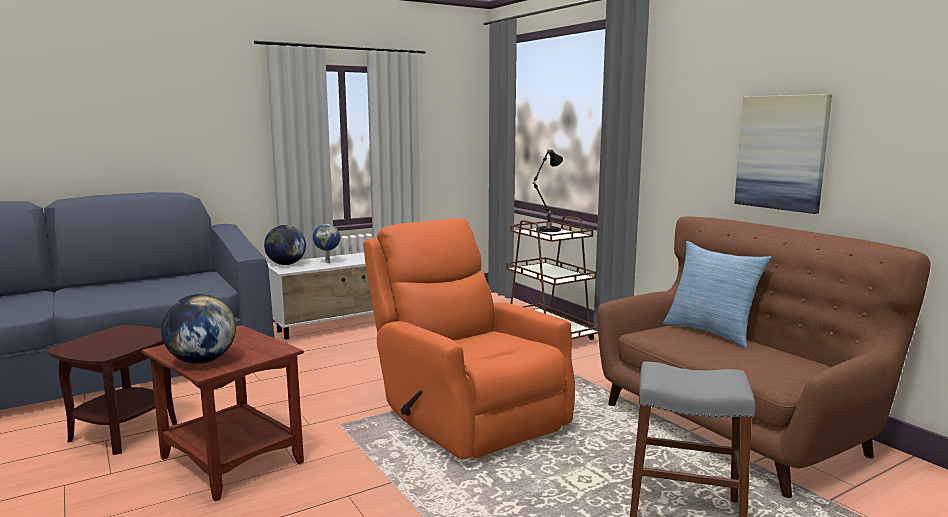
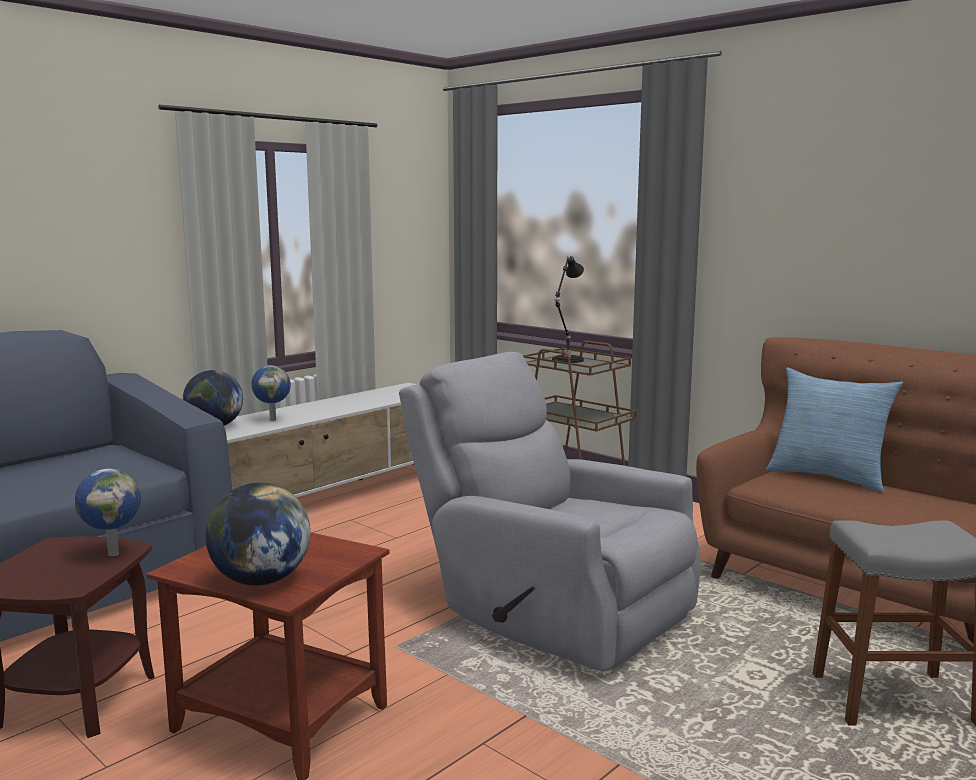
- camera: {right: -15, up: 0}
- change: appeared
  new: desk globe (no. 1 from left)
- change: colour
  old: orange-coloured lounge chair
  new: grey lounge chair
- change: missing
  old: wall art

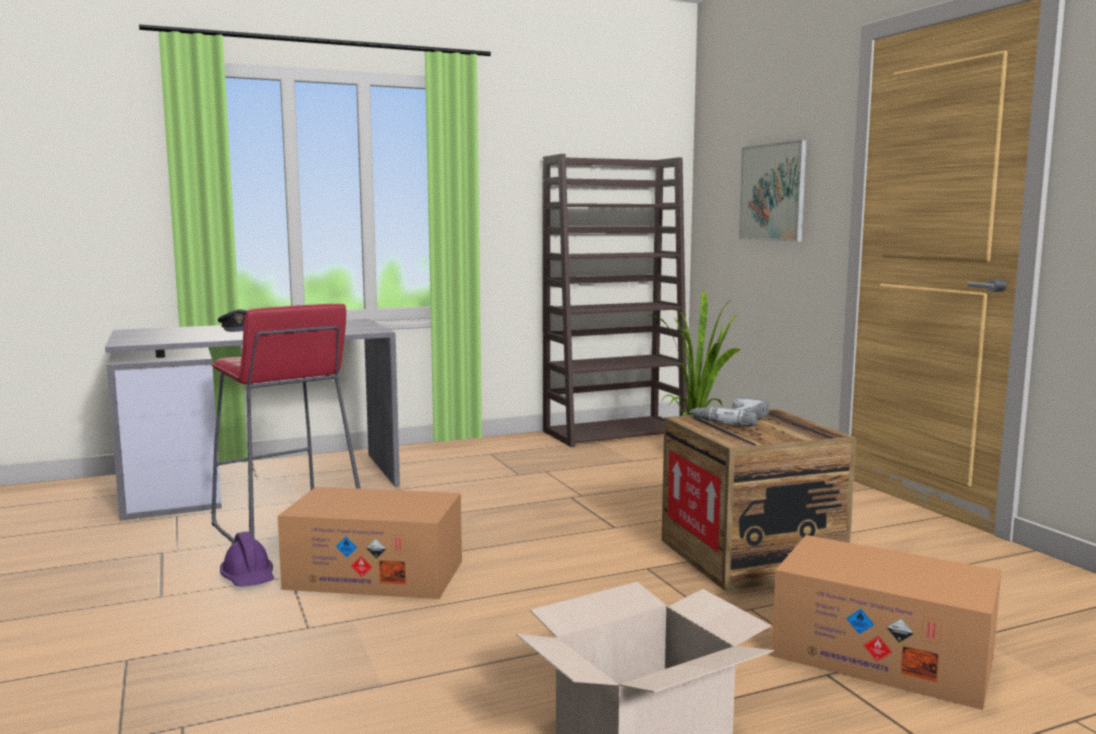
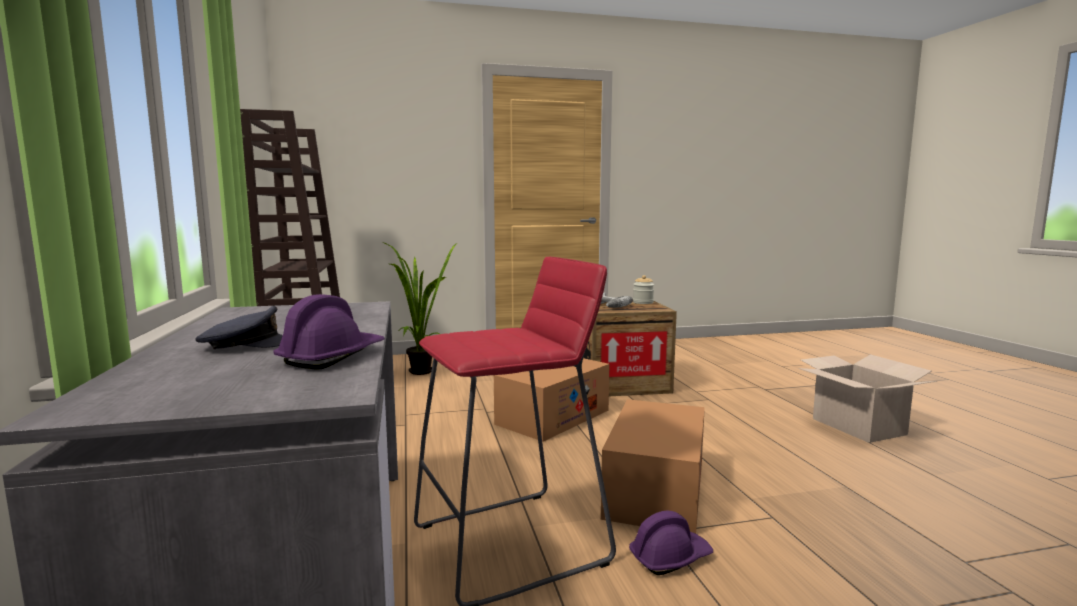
- camera: {right: -80, up: 0}
- change: appeared
  new: purple-coloured hard hat (no. 1 from left)
- change: relocated
  old: cardboard box (no. 3 from left in the first image)
  new: cardboard box (no. 1 from left)
- change: appeared
  new: jar
- change: missing
  old: wall art

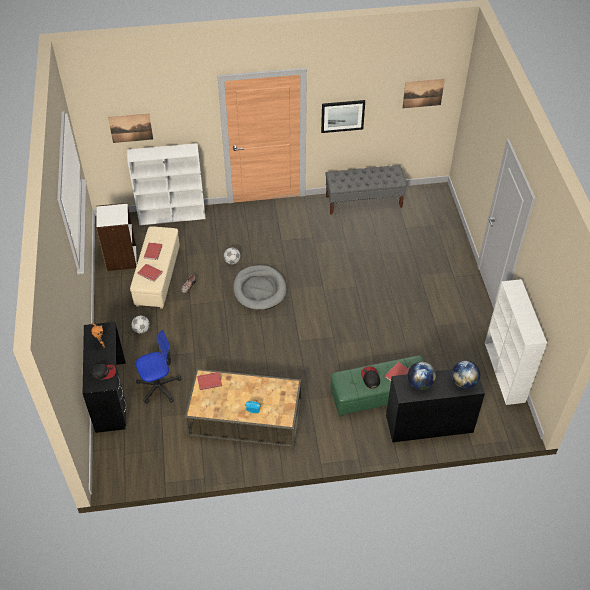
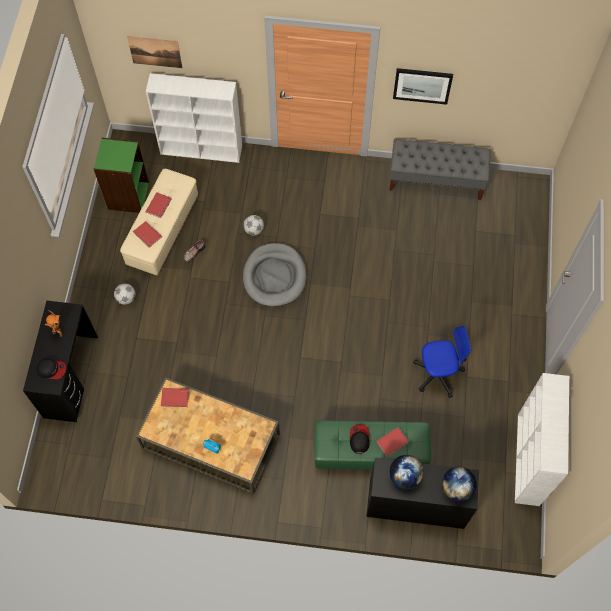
- camera: {right: 15, up: 15}
- change: colour
  old: whitish bookshelf (no. 1 from left)
  new: greenish bookshelf
- change: relocated
  old: office chair
- change: missing
  old: wall art (no. 3 from left)

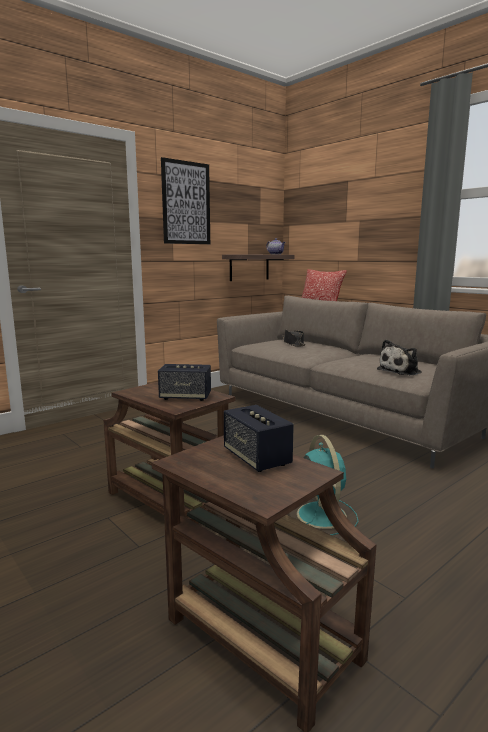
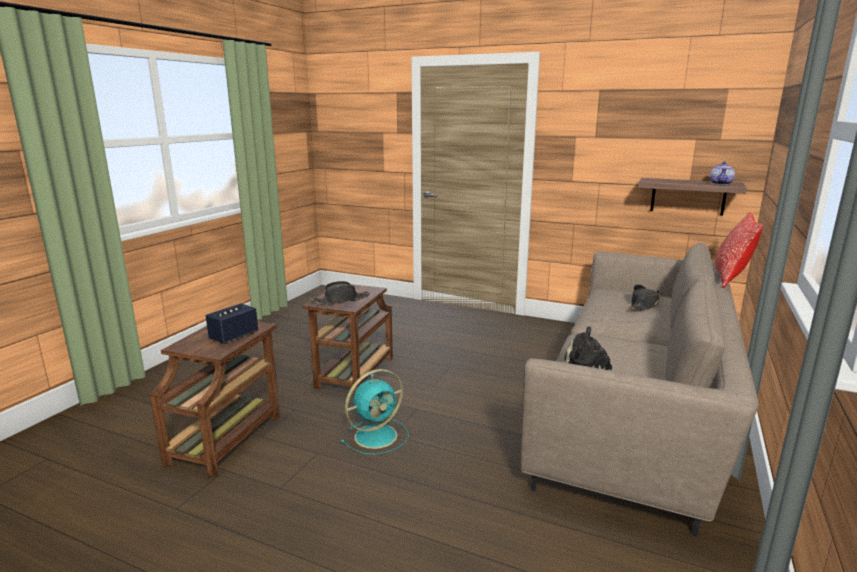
- camera: {right: 65, up: 5}
- change: exchanged
  old: audio speaker (no. 1 from left)
  new: black hat (no. 1 from left)
- change: missing
  old: wall art

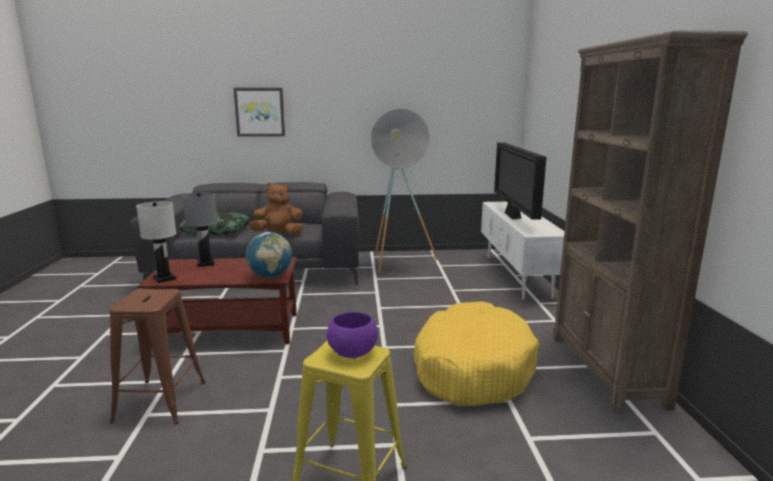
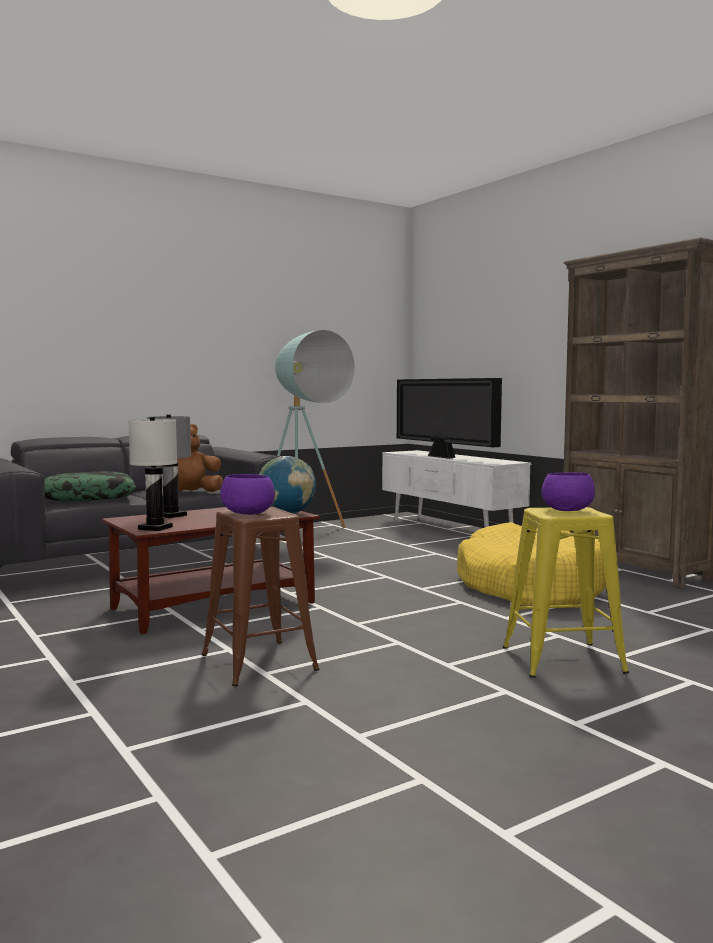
- camera: {right: -30, up: -10}
- change: appeared
  new: purple-coloured bowl (no. 1 from left)
- change: missing
  old: wall art

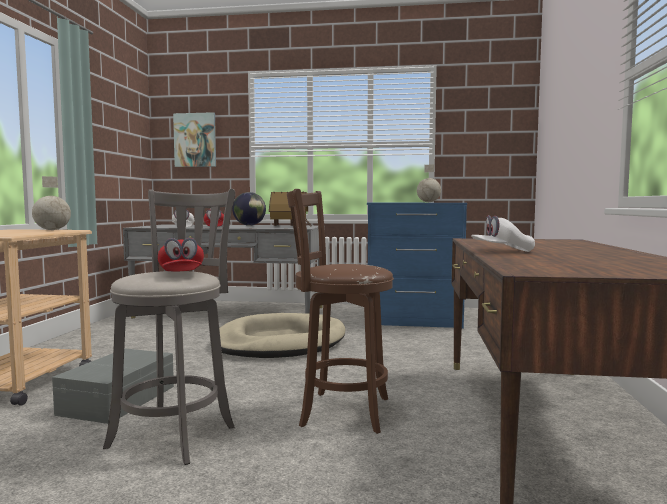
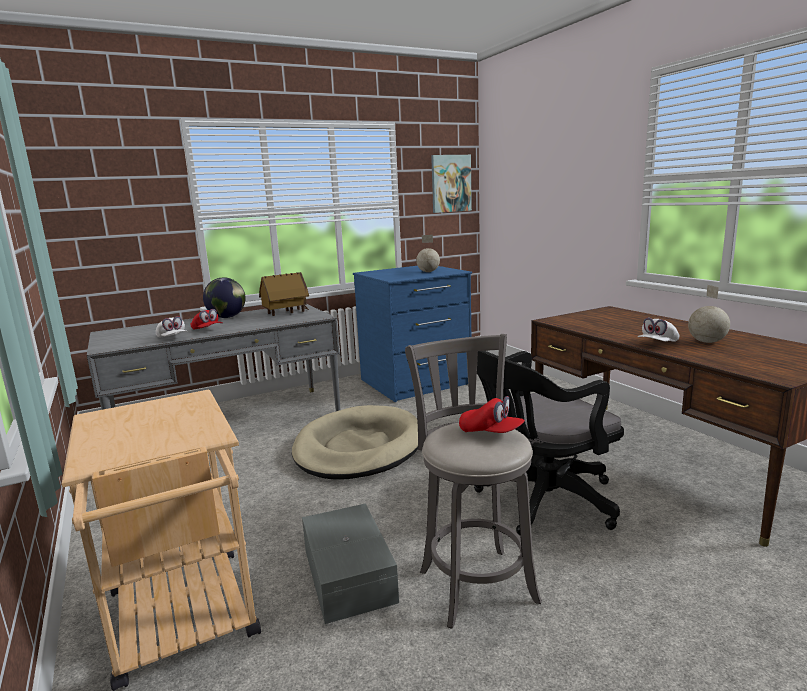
- camera: {right: -35, up: 10}
- change: relocated
  old: wall art
- change: exchanged
  old: brown stool seat
  new: black office chair
- change: relocated
  old: desk globe (no. 1 from left in the first image)
  new: desk globe (no. 3 from left)

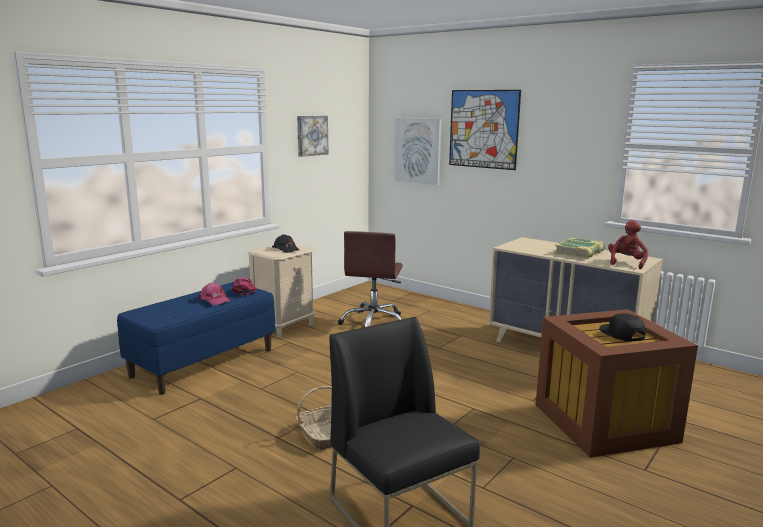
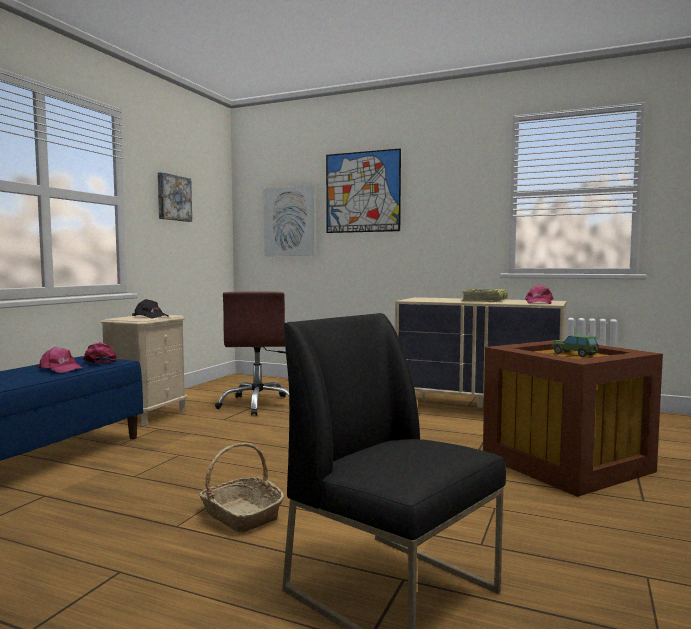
- camera: {right: -15, up: -10}
- change: exchanged
  old: red-coloured plush toy
  new: pink-coloured peaked cap (no. 3 from left)
- change: exchanged
  old: black peaked cap (no. 2 from left)
  new: miniature car

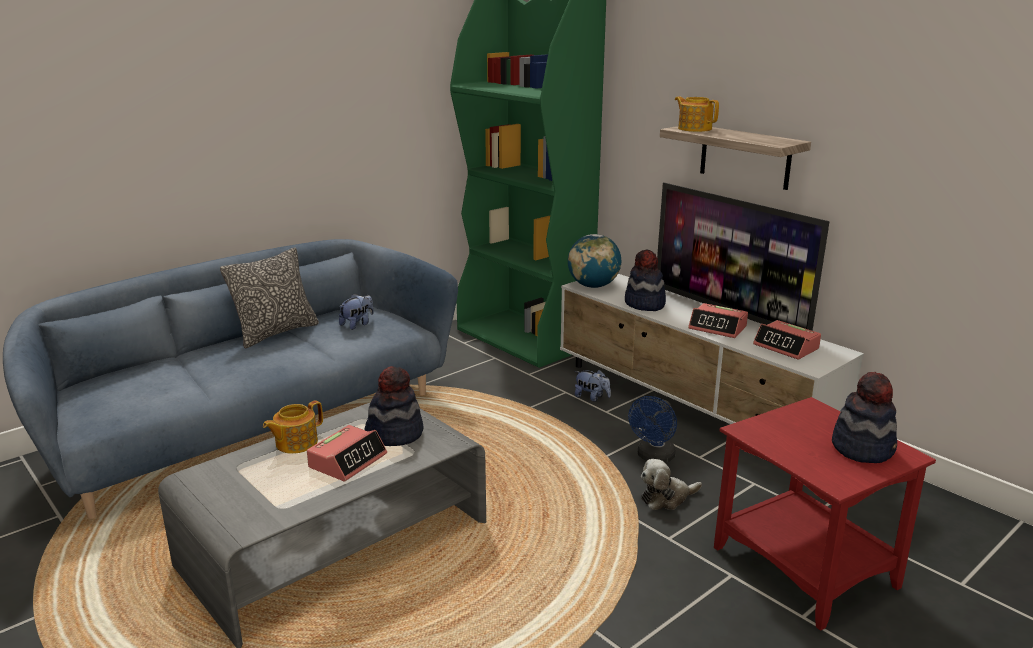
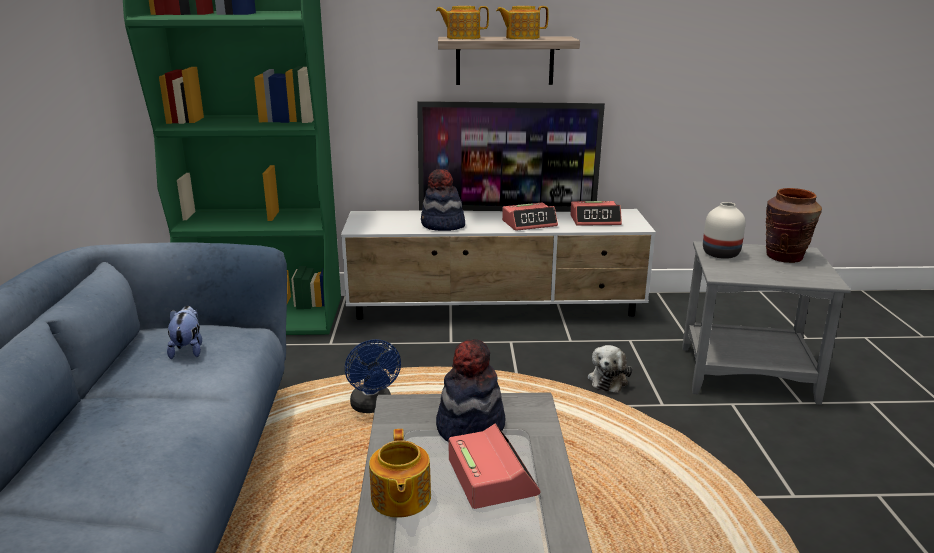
- camera: {right: -50, up: 0}
- change: relocated
  old: blue-coloured electric fan
- change: appeared
  new: pot for tea (no. 3 from left)
- change: colour
  old: red-coloured end table
  new: grey end table
- change: appeared
  new: whitish decorative vase
- change: exchanged
  old: hat (no. 3 from left)
  new: brown decorative vase
- change: missing
  old: cushion
- change: missing
  old: desk globe
- change: missing
  old: plush toy (no. 2 from left)

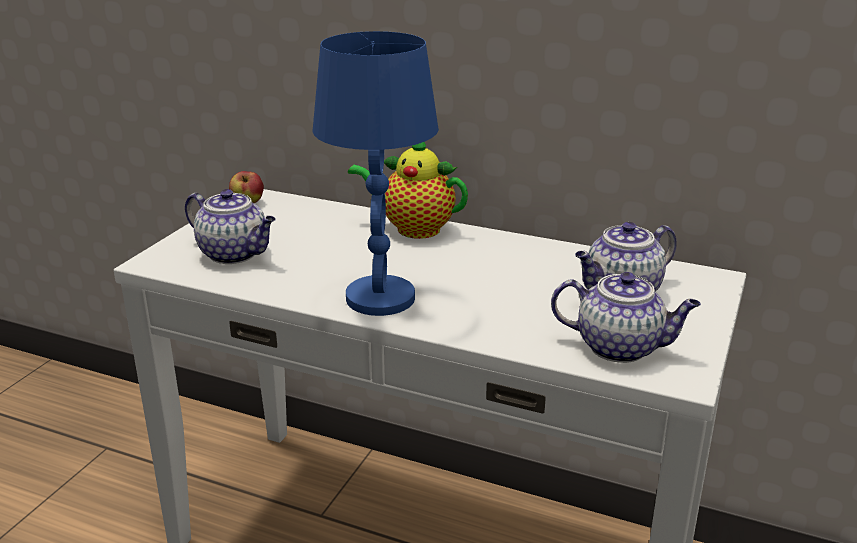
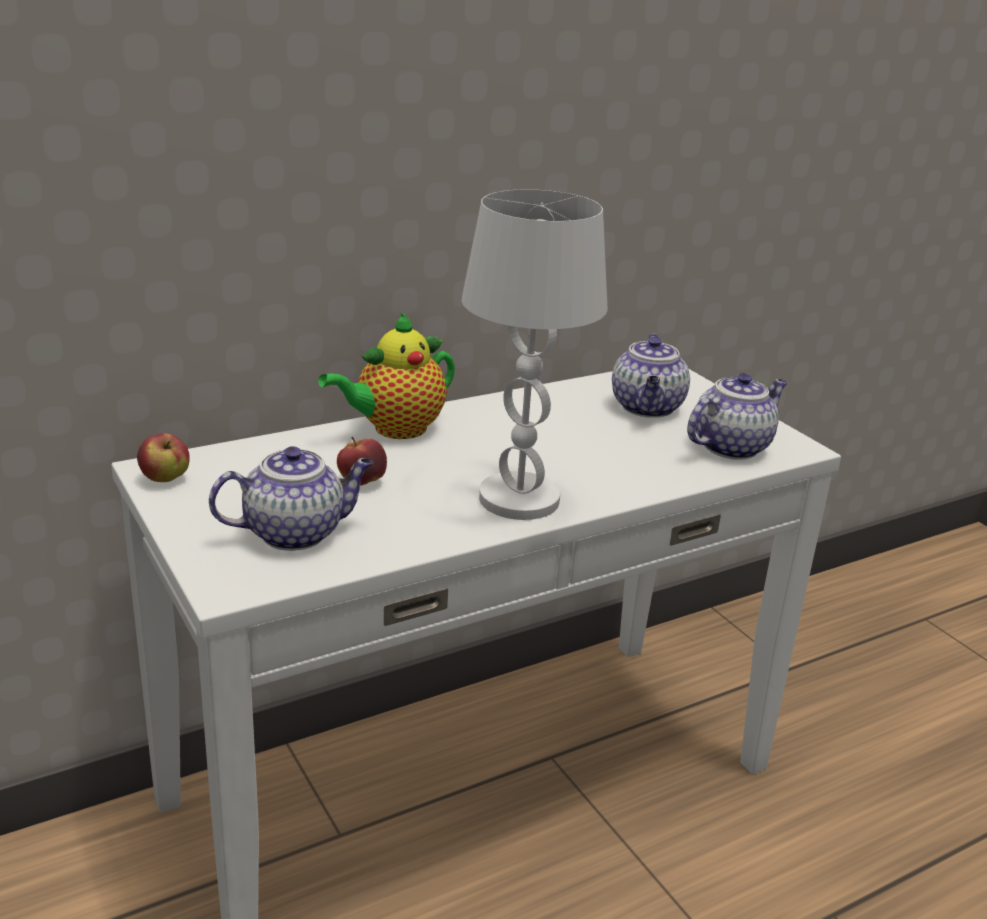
- camera: {right: -55, up: 0}
- change: appeared
  new: whole apple (no. 2 from left)
- change: colour
  old: blue-coloured tabletop lamp
  new: whitish tabletop lamp

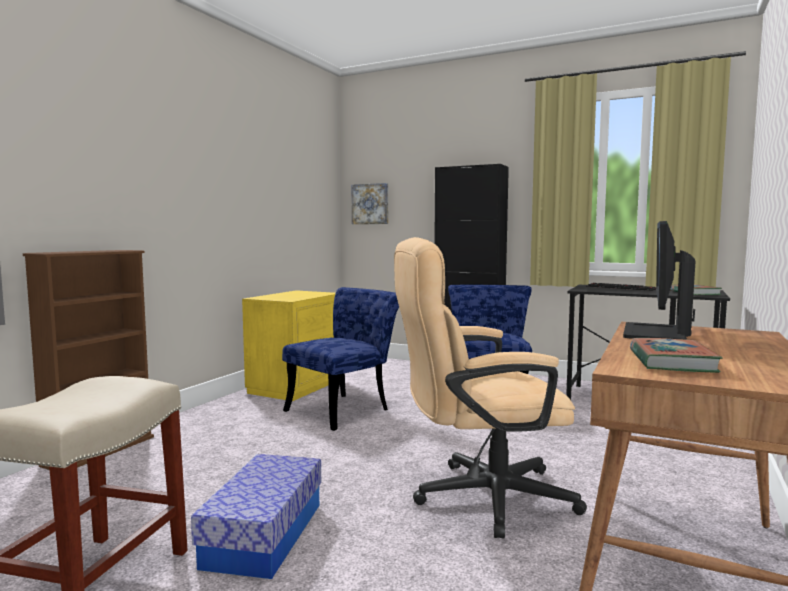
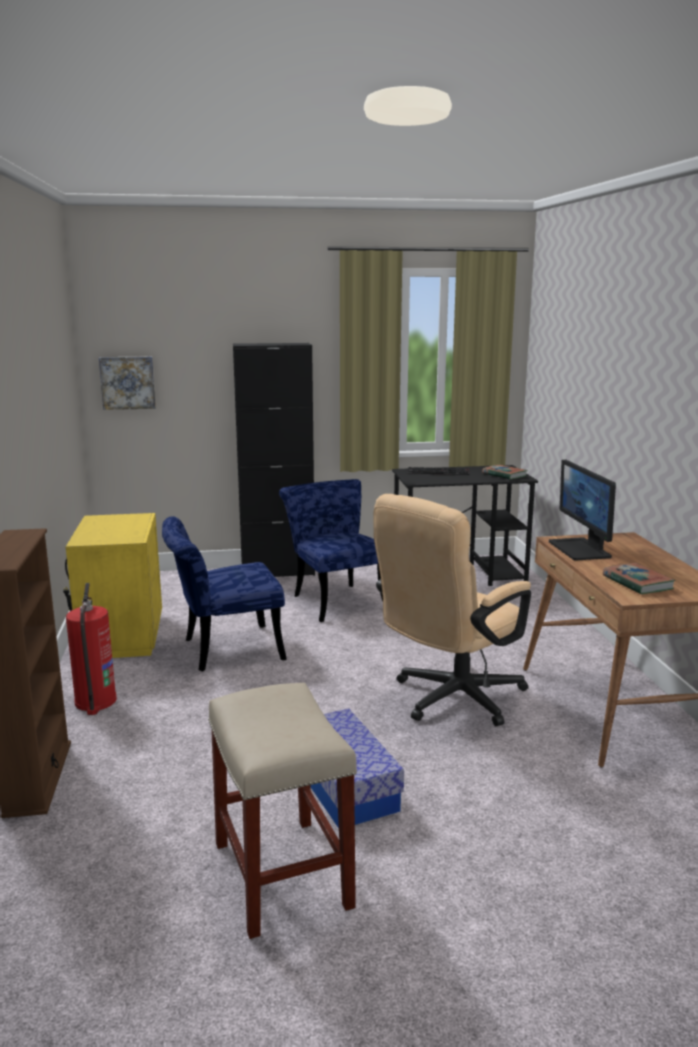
- camera: {right: -35, up: 10}
- change: appeared
  new: fire-fighting cylinder
- change: spun
  old: blue-coloured plain chair (no. 1 from left)
  degrees: -120

